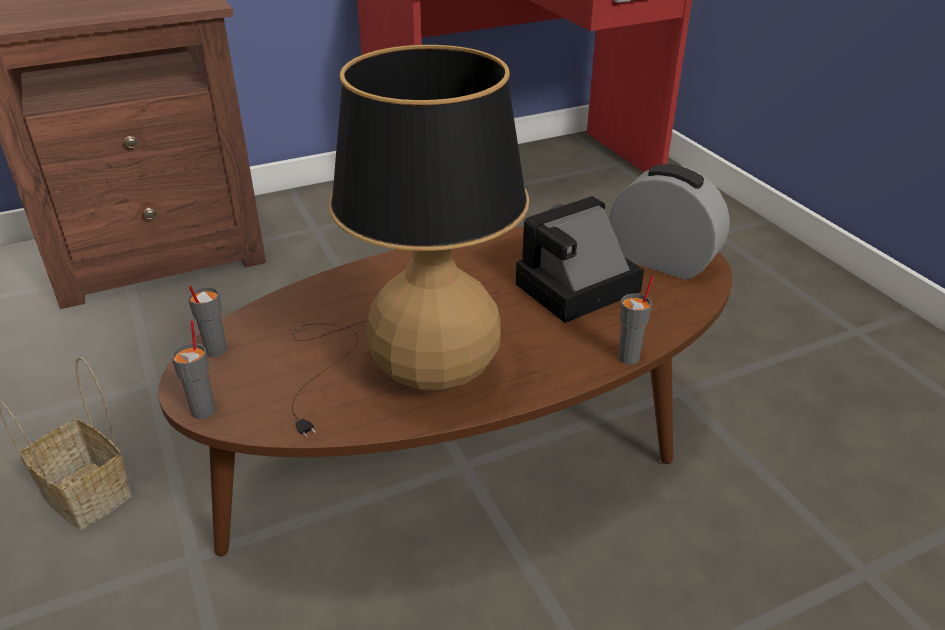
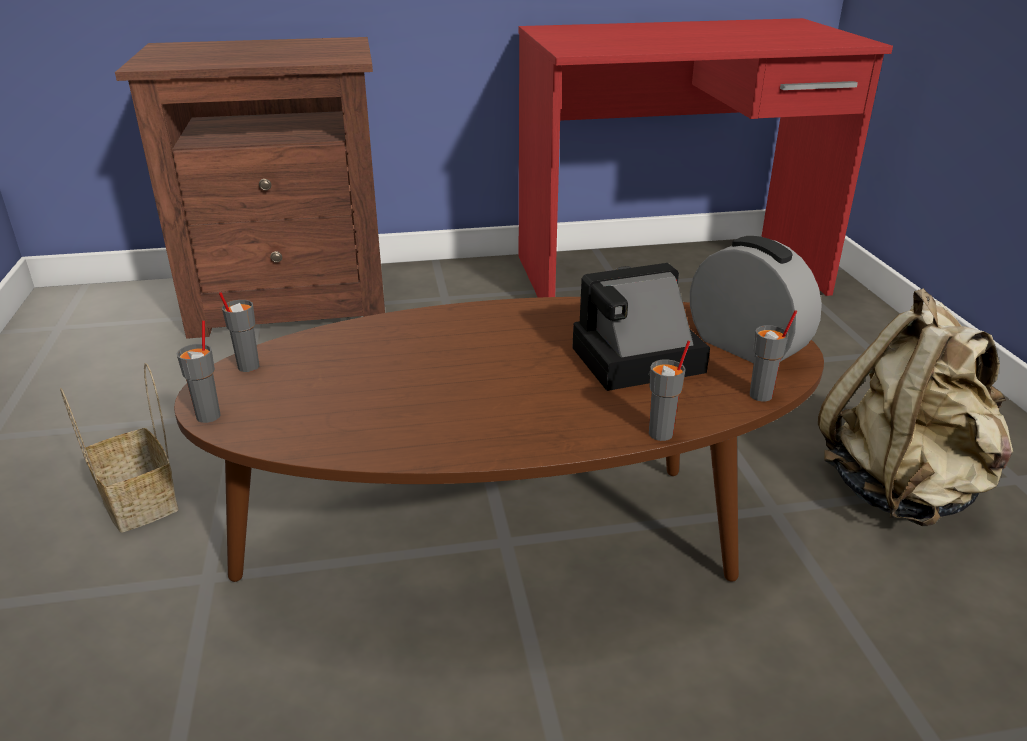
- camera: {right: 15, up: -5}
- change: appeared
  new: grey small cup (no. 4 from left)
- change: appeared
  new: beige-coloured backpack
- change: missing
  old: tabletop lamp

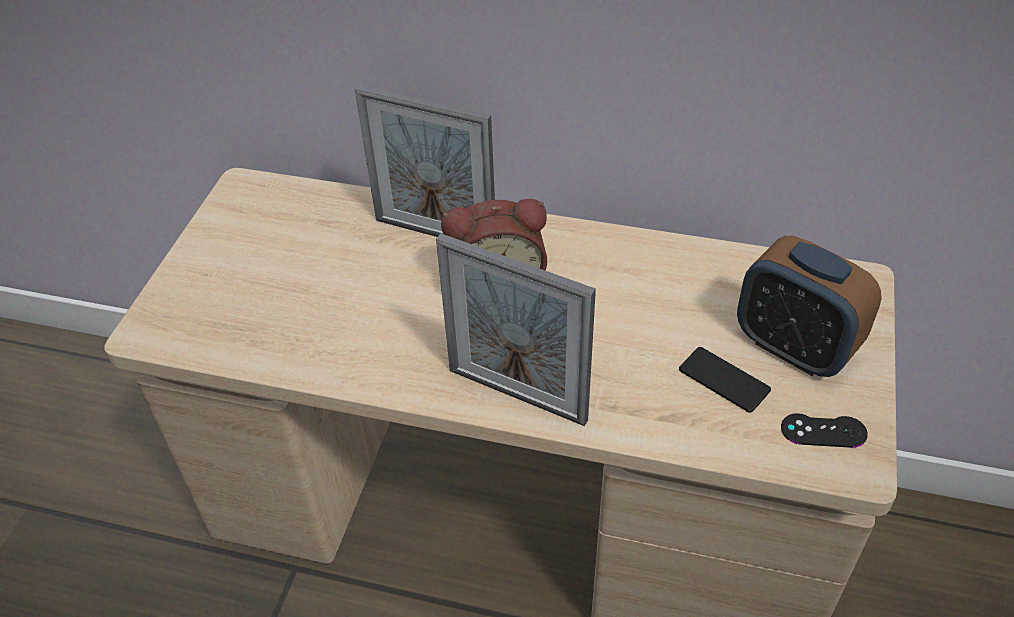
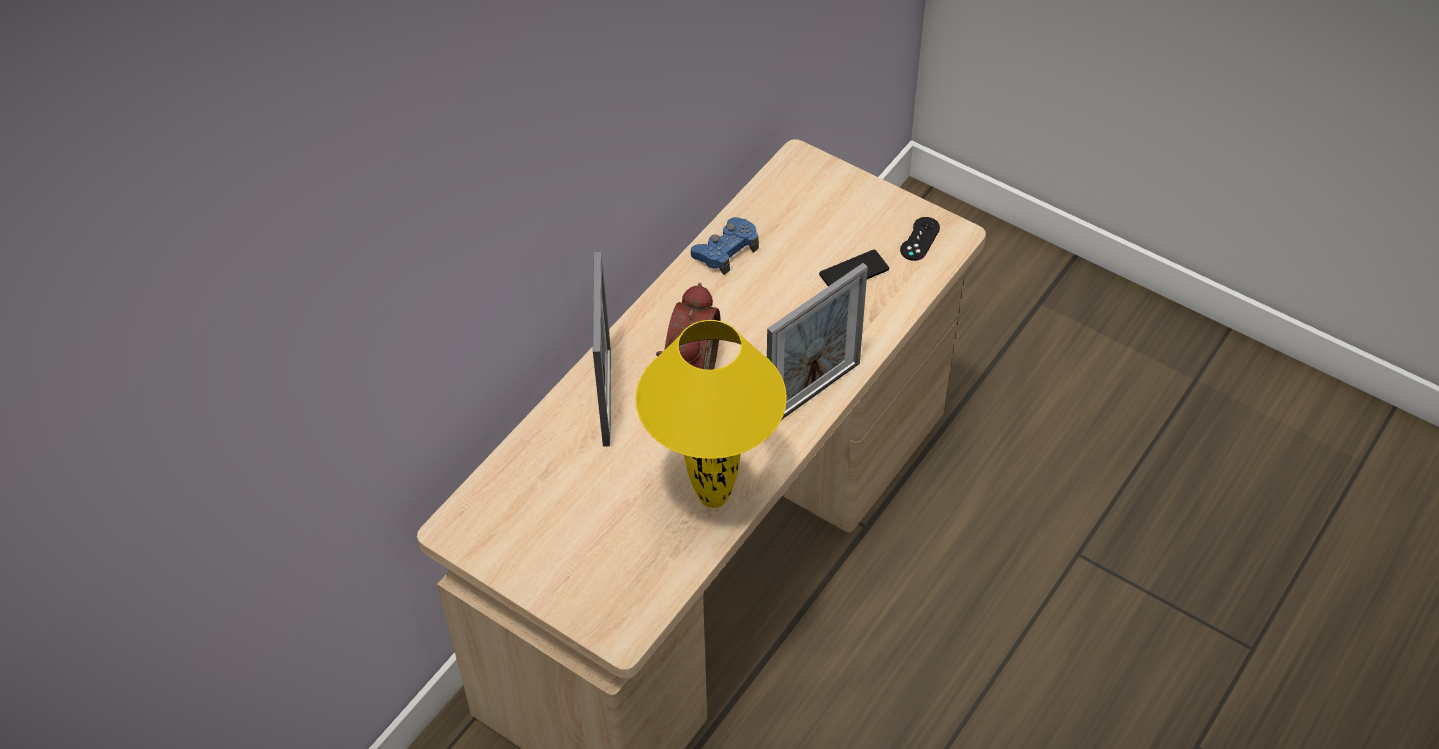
- camera: {right: -70, up: 5}
- change: spun
  old: standing frame (no. 1 from left)
  degrees: -45
- change: appeared
  new: yellowish tabletop lamp
- change: appeared
  new: blue-coloured joypad
- change: missing
  old: alarm clock (no. 2 from left)

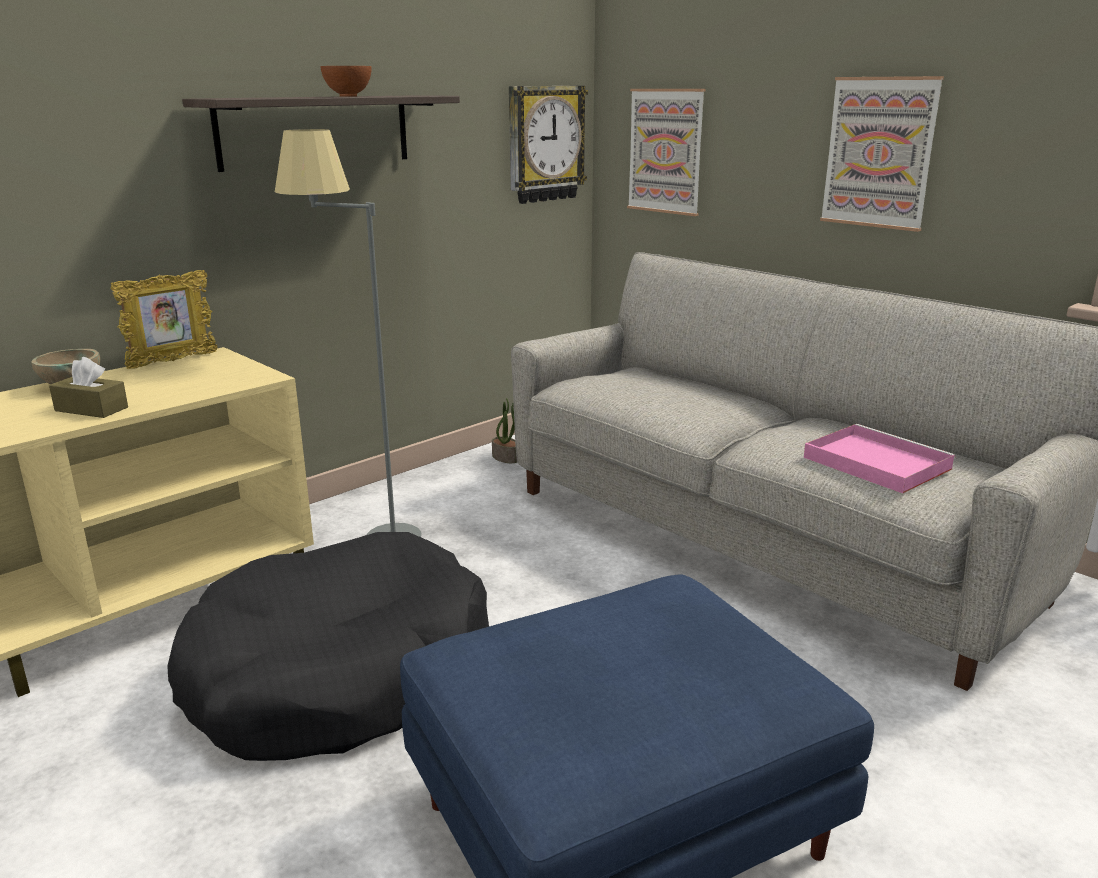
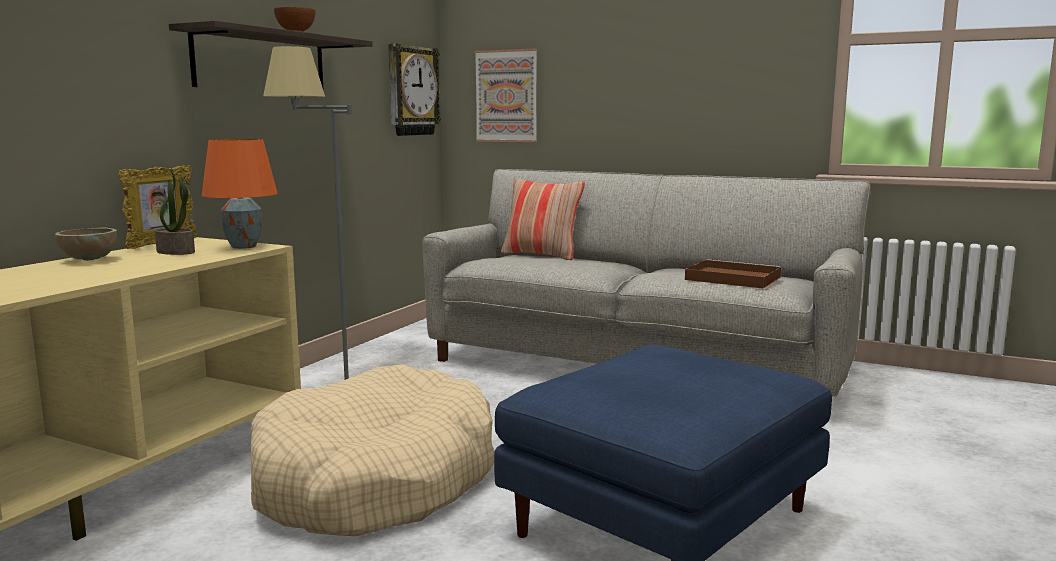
- camera: {right: -20, up: -10}
- change: relocated
  old: plant in a pot
- change: appeared
  new: orange-coloured tabletop lamp
- change: colour
  old: black dog bed
  new: beige-coloured dog bed
- change: appeared
  new: cushion
- change: colour
  old: pink-coloured tray
  new: brown tray
- change: missing
  old: brown tissue holder
- change: missing
  old: wall art (no. 2 from left)

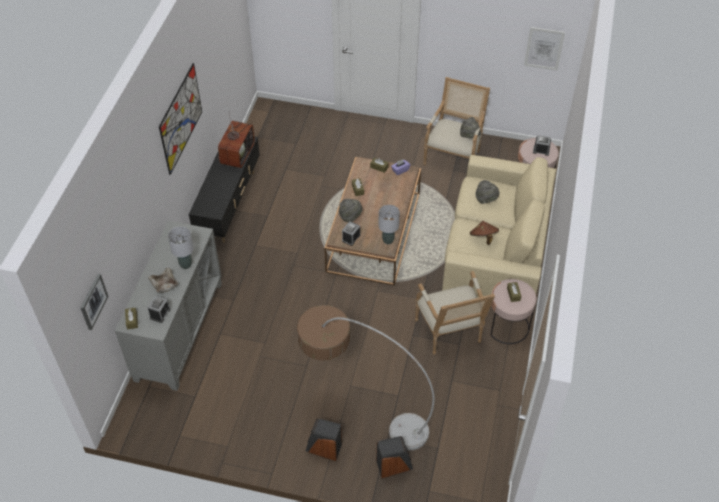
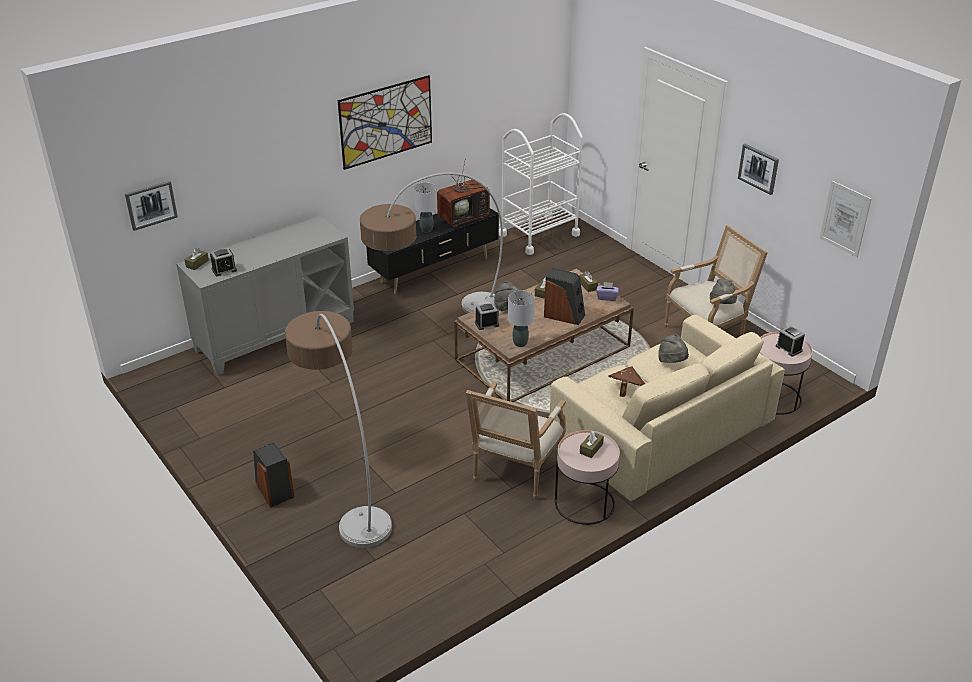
- camera: {right: 40, up: -15}
- change: appeared
  new: standard lamp (no. 2 from left)
- change: relocated
  old: grey tabletop lamp (no. 1 from left)
- change: appeared
  new: whitish wheeled cart
- change: relocated
  old: audio speaker (no. 2 from left)
- change: appeared
  new: wall art (no. 3 from left)
- change: missing
  old: beige-coloured bowl

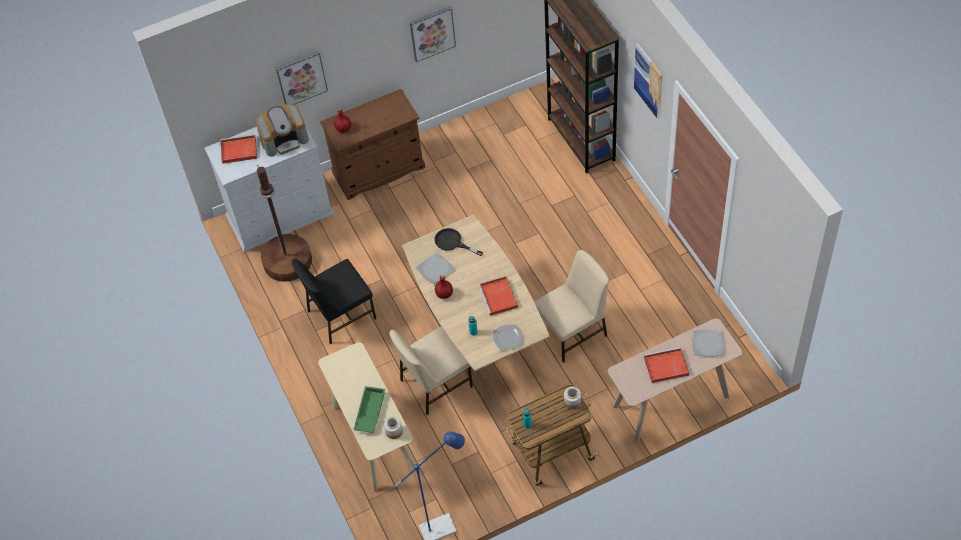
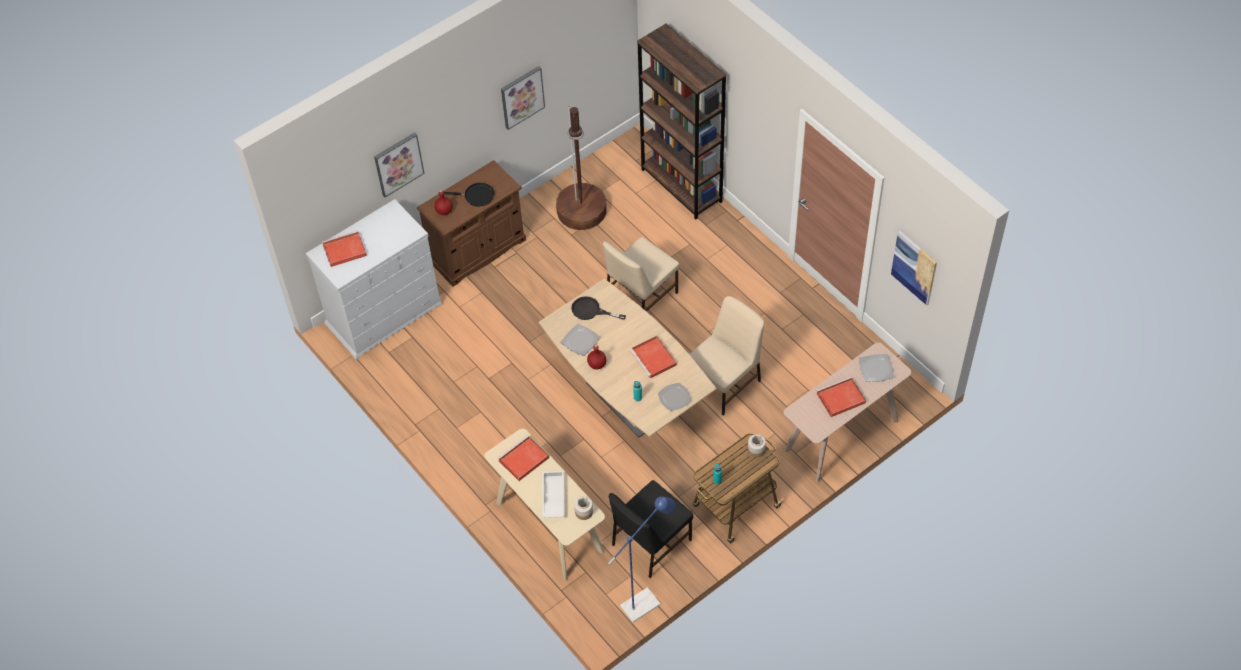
- camera: {right: -15, up: 0}
- change: appeared
  new: black frying pan (no. 1 from left)
- change: appeared
  new: red-coloured tray (no. 2 from left)
- change: colour
  old: greenish tray
  new: whitish tray
- change: relocated
  old: brown standard lamp
- change: relocated
  old: beige-coloured plain chair (no. 1 from left)
- change: relocated
  old: black plain chair
- change: relocated
  old: wall art (no. 3 from left)
- change: missing
  old: coffee maker

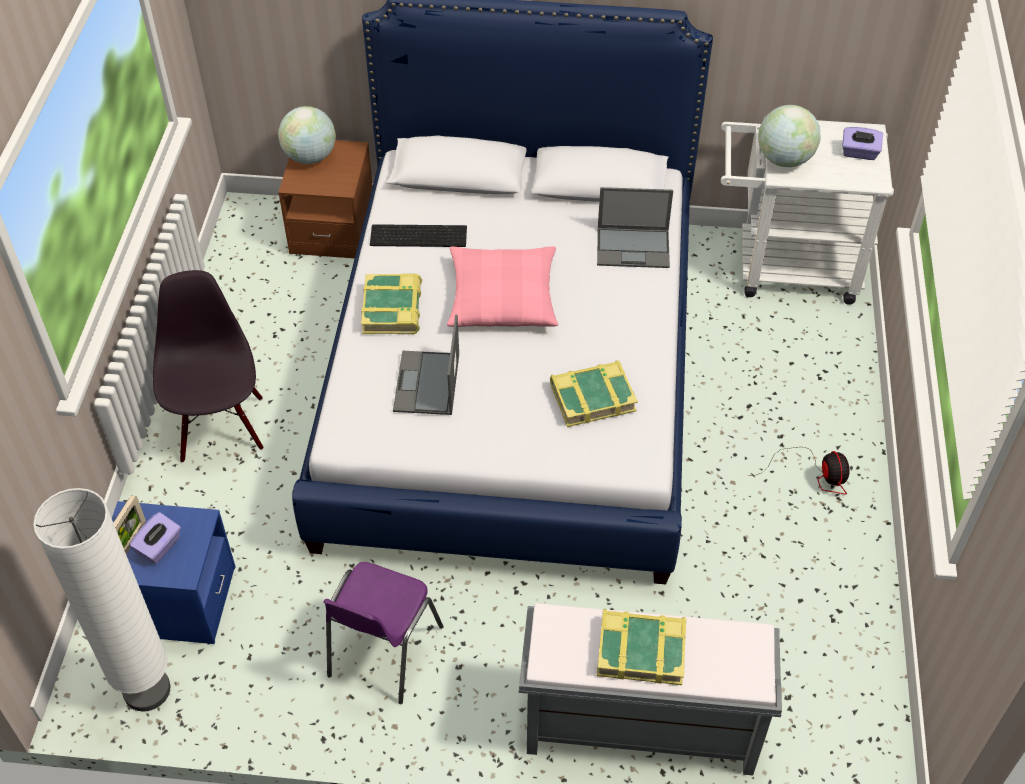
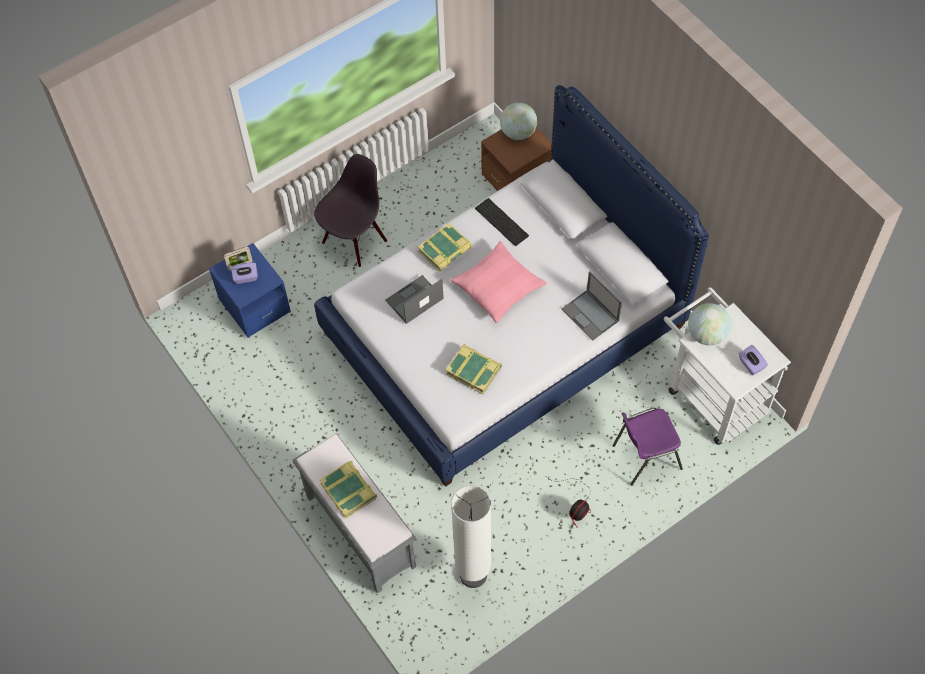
- camera: {right: 50, up: 10}
- change: relocated
  old: whitish standard lamp
- change: relocated
  old: purple-coloured plain chair

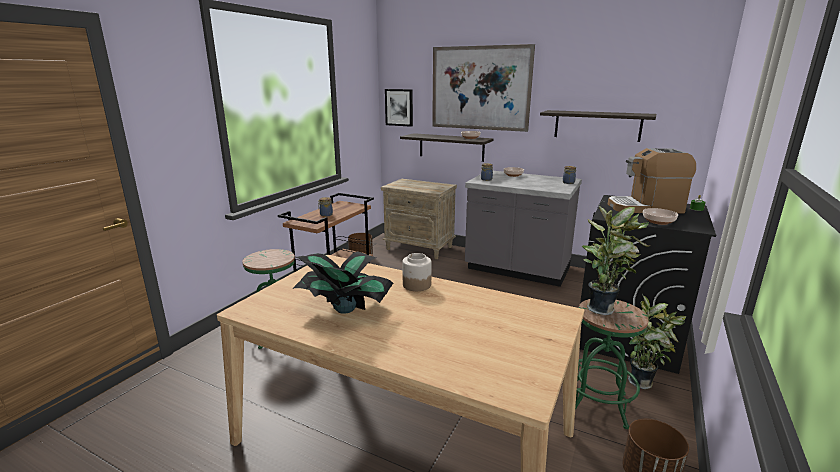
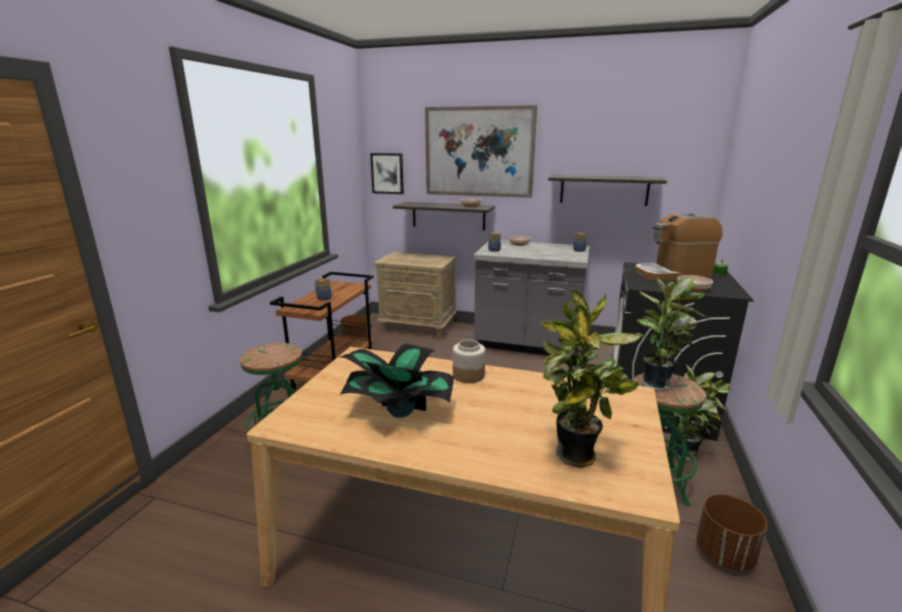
- camera: {right: -10, up: 0}
- change: appeared
  new: plant in a pot (no. 2 from left)

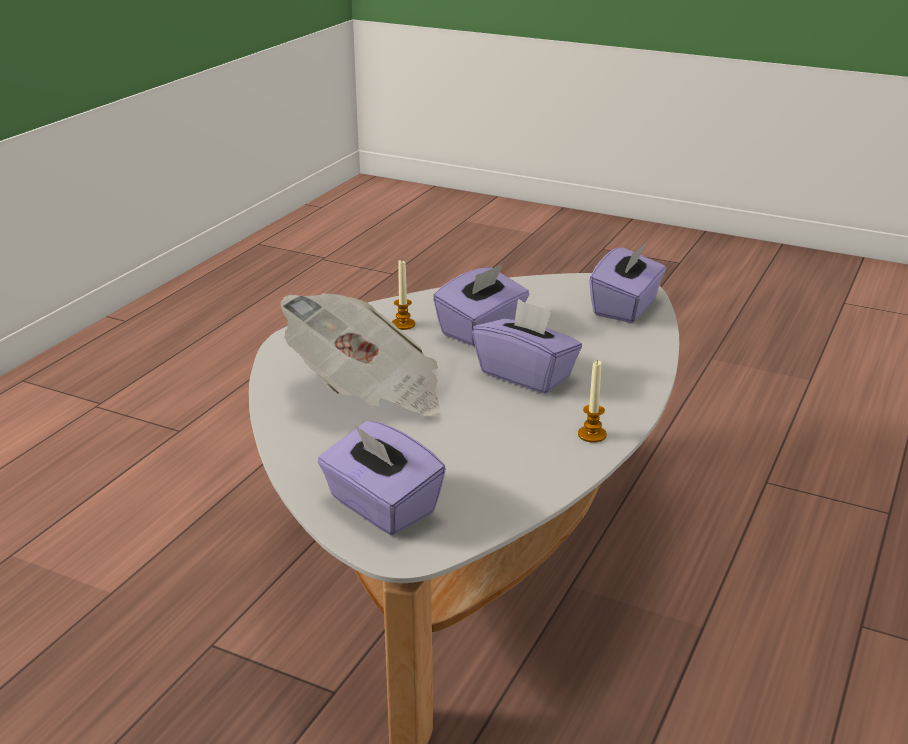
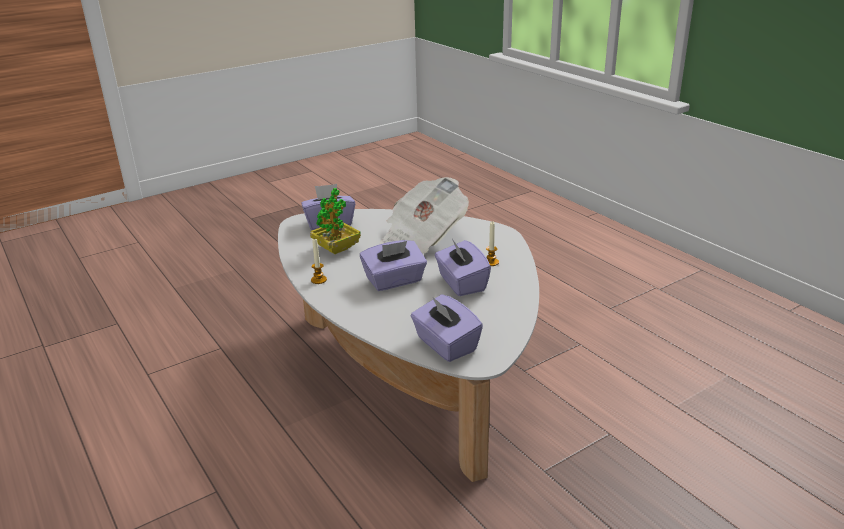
- camera: {right: 120, up: 0}
- change: appeared
  new: plant in a pot

